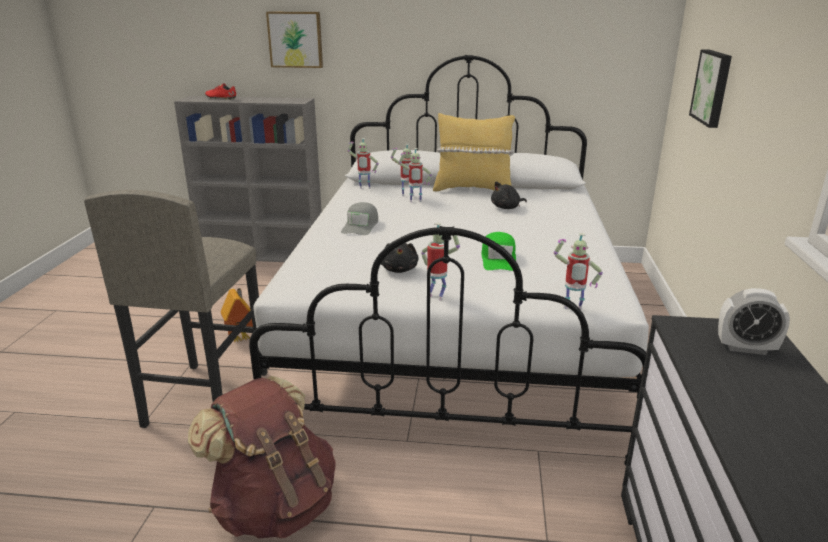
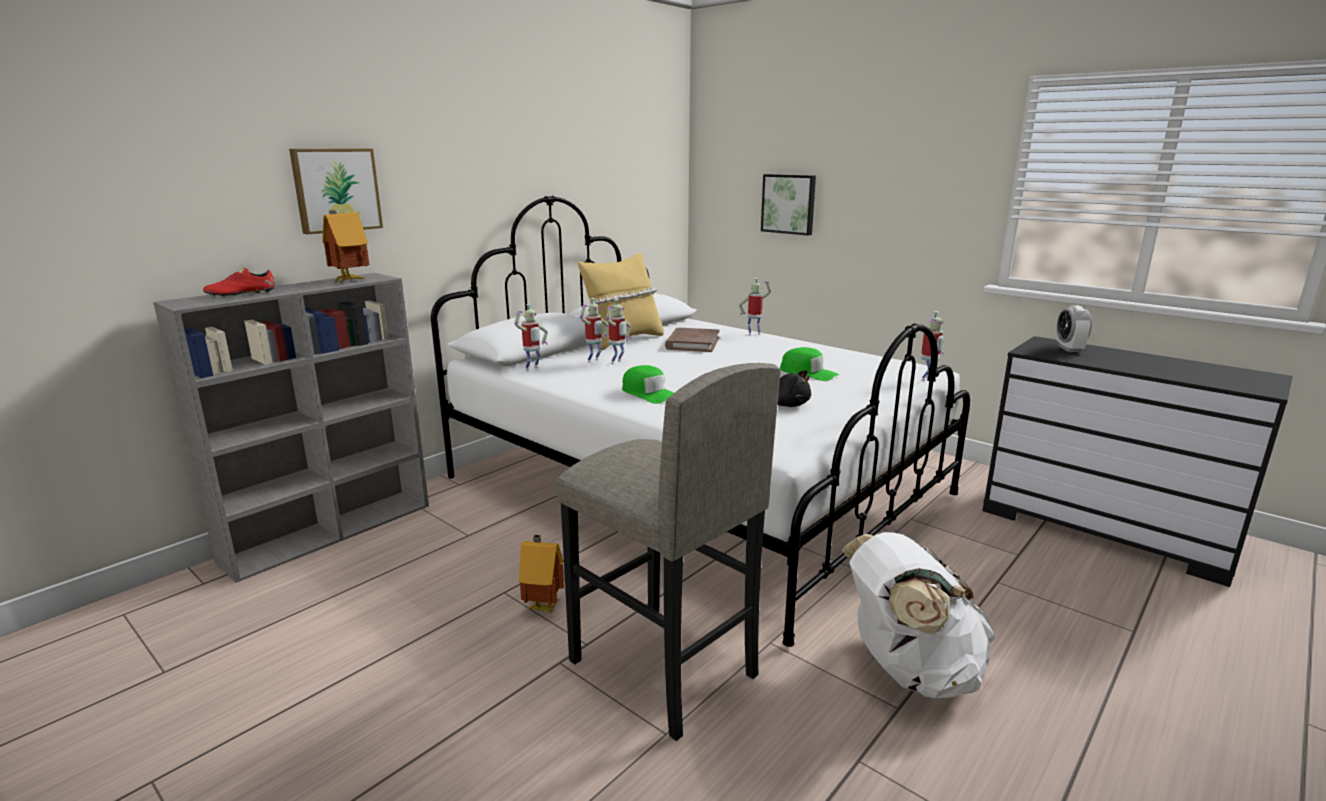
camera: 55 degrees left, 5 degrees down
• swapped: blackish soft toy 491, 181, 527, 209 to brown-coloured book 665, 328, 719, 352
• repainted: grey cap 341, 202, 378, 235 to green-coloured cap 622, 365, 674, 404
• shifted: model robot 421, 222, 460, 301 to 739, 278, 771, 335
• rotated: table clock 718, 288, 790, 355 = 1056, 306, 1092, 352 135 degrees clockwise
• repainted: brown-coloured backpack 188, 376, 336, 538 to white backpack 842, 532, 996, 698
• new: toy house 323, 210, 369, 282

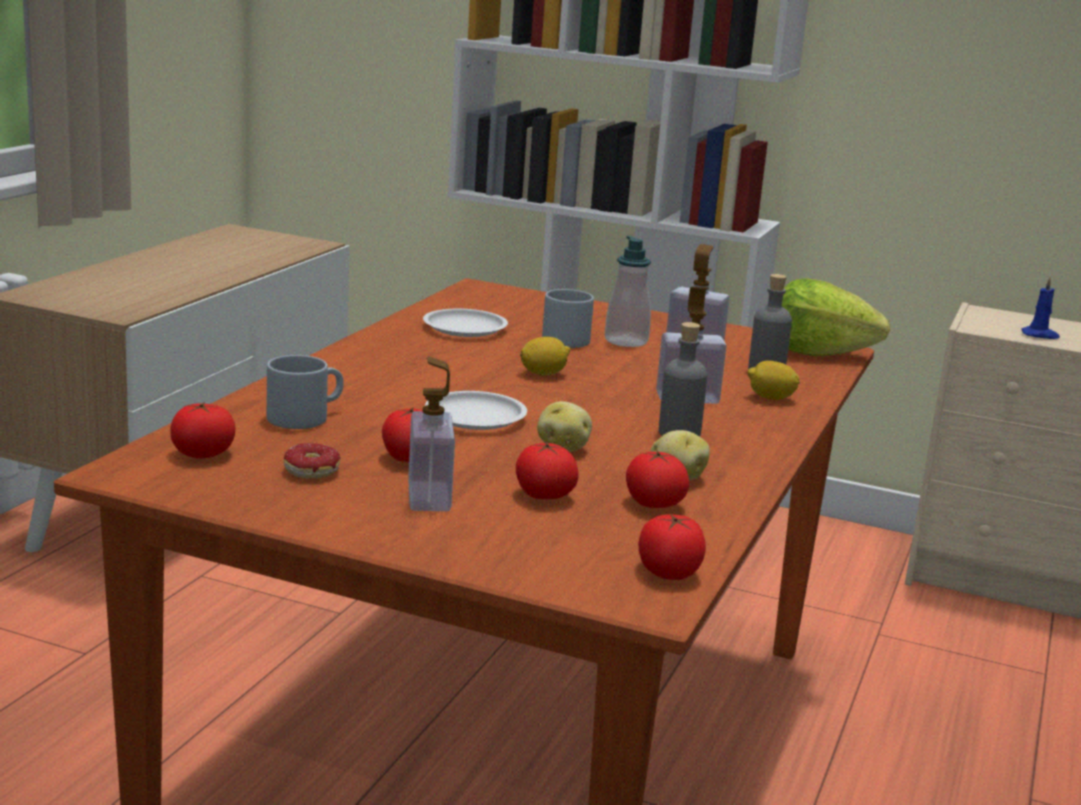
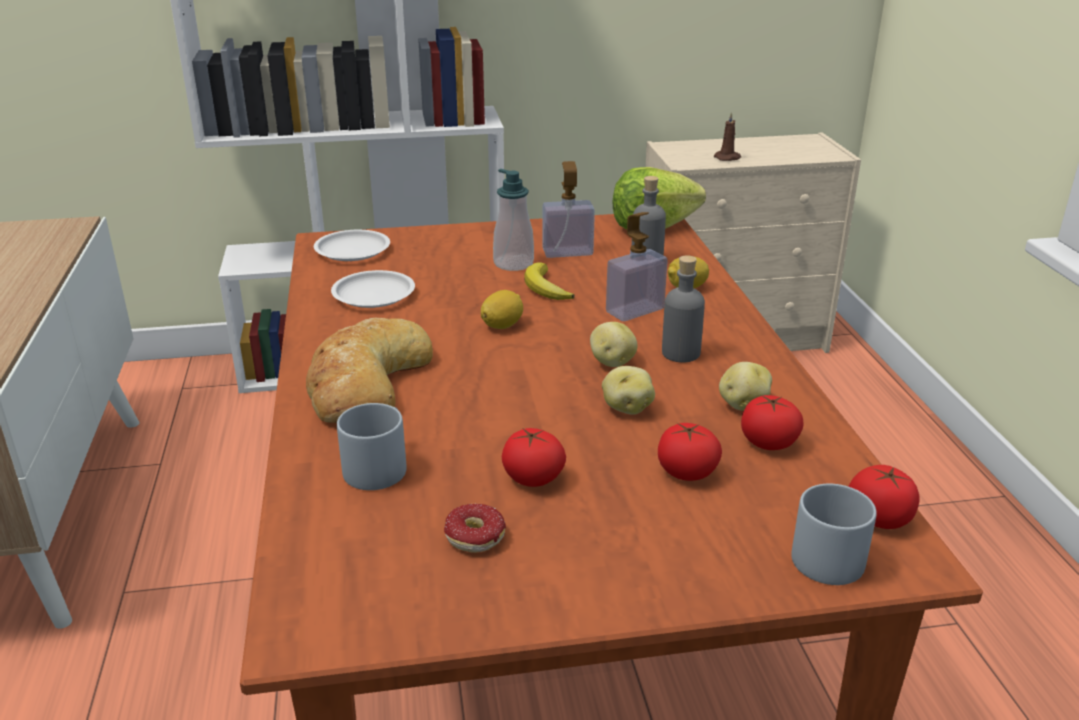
camera: 30 degrees left, 10 degrees up
• repainted: blue-coloured wax candle 1021, 277, 1060, 339 to brown-coloured wax candle 714, 112, 741, 161
• shifted: grey mug 542, 289, 594, 348 to 791, 484, 877, 585
• gone: liquid soap bottle 408, 357, 455, 511
• shifted: white dinner plate 425, 391, 527, 430 to 314, 230, 390, 261
• gone: fresh tomato 170, 402, 235, 458
• new: banana 524, 263, 575, 300
• new: baked bread 306, 318, 433, 423
• new: spud 590, 322, 638, 367

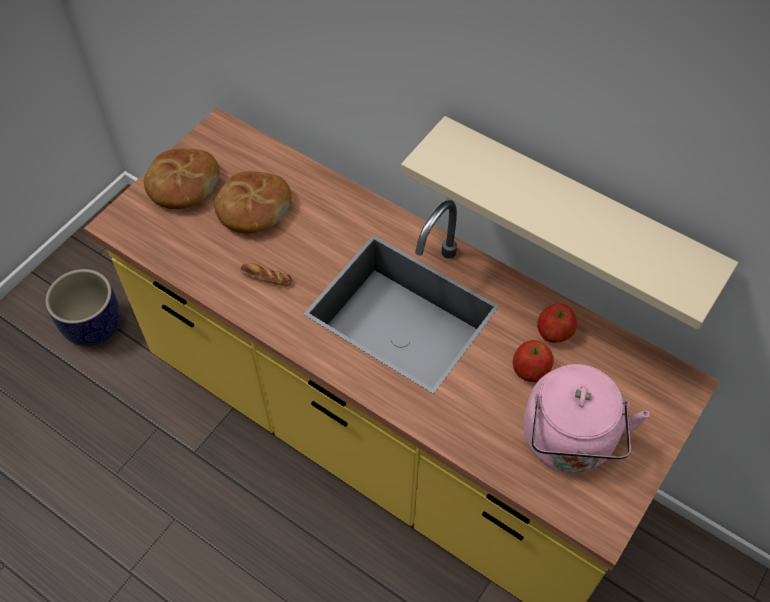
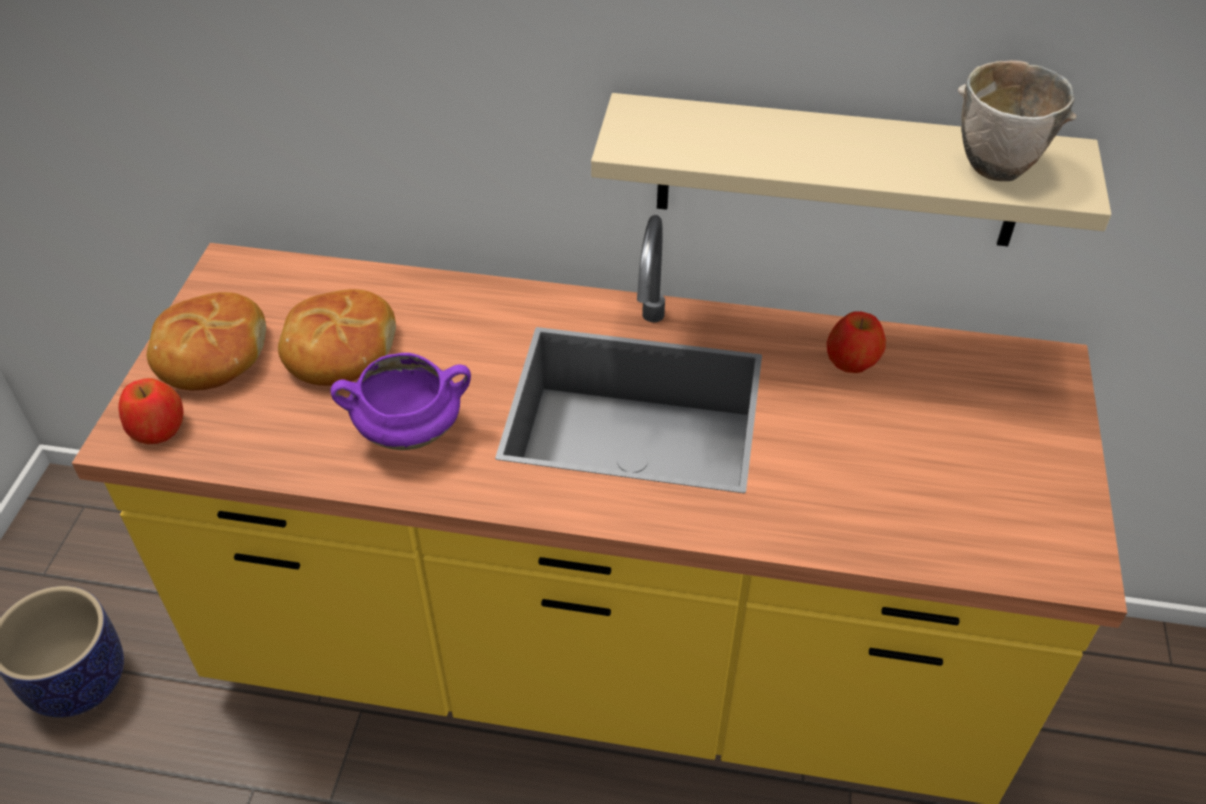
camera: 25 degrees left, 10 degrees down
• swapped: baked bread 240, 263, 293, 286 to purplish saucepot 331, 353, 471, 450
• shifted: apple 513, 340, 554, 382 to 119, 378, 184, 444
• gone: pinkish tea kettle 523, 364, 650, 473
• new: serving bowl 958, 60, 1077, 181

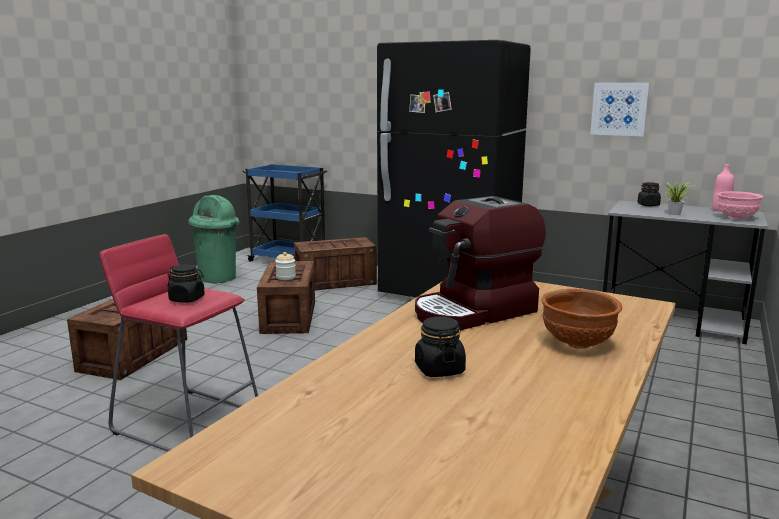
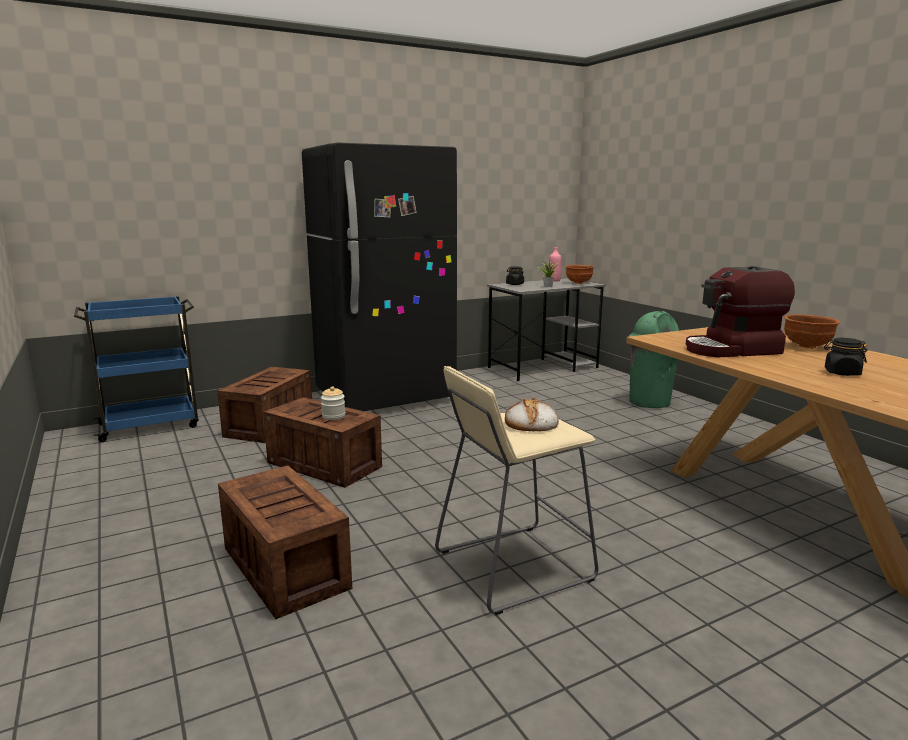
camera: 55 degrees left, 0 degrees up
• gone: picture 590, 83, 650, 136
• repainted: pinkish serving bowl 717, 191, 764, 220 to brown-coloured serving bowl 565, 265, 594, 284
• shifted: green-coloured rubbish bin 188, 195, 240, 283 to 628, 311, 679, 408
• rotated: coffee machine 415, 196, 546, 330 = 686, 266, 795, 357 75 degrees clockwise
• repainted: reddish stool 100, 234, 258, 451 to beige-coloured stool 435, 366, 599, 615
• swapped: blackish storage jar 167, 264, 205, 302 to baked bread 505, 398, 559, 432

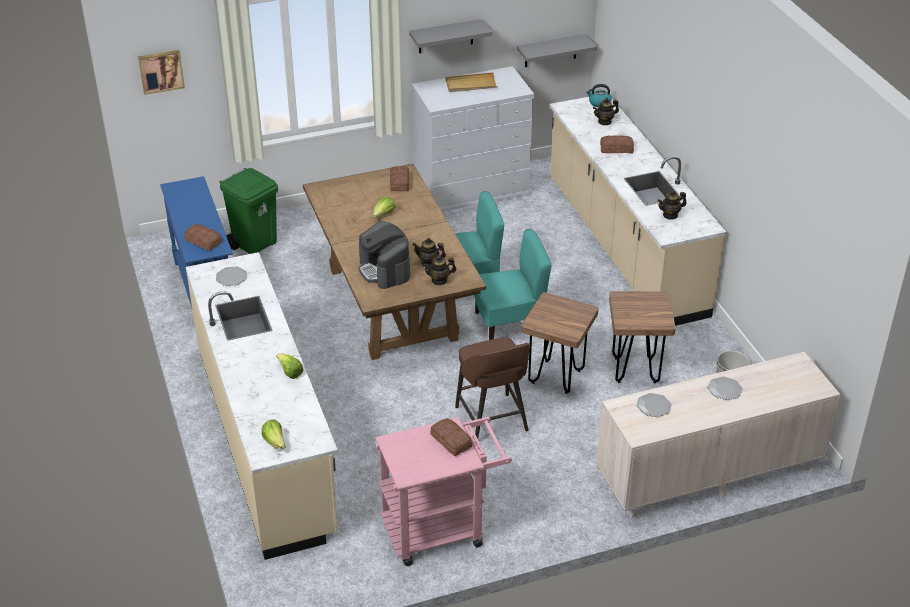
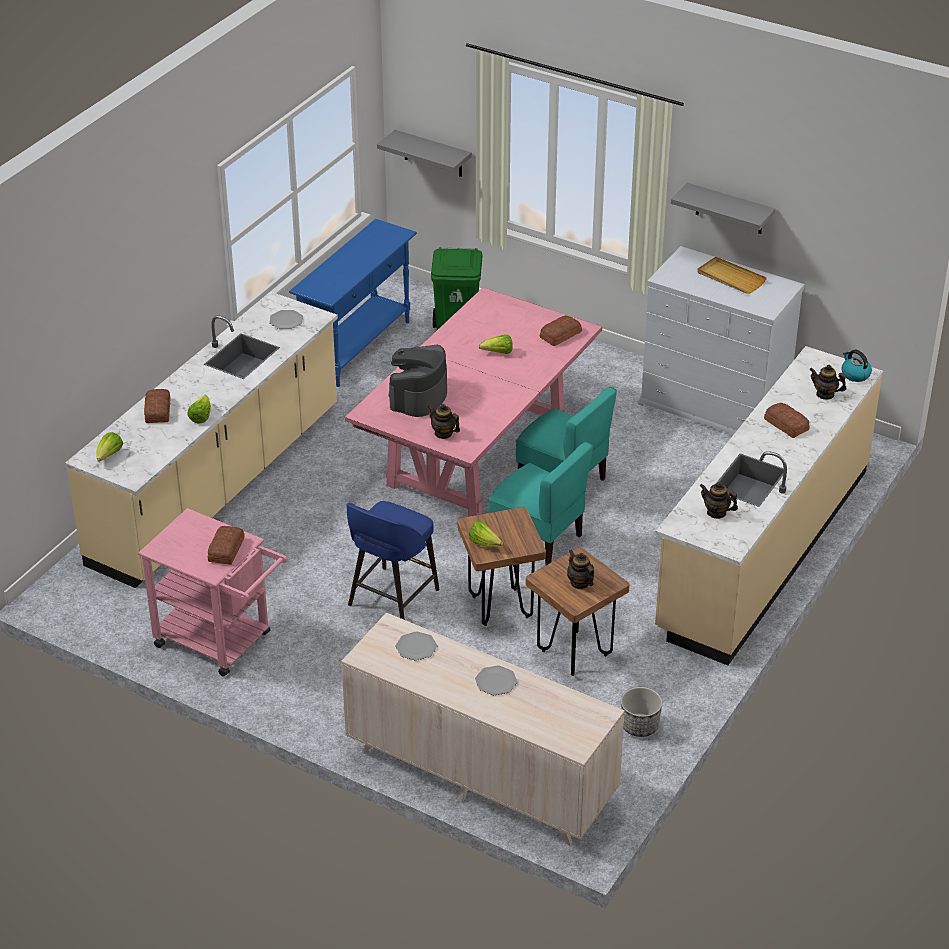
camera: 50 degrees right, 0 degrees up
• shifted: grey bracket shelf 517, 34, 597, 67 to 377, 130, 472, 177
• gone: picture 138, 50, 185, 95
• repainted: brown-coloured dinner table 303, 164, 486, 360 to pinkish dinner table 345, 287, 602, 516
• shifted: baked bread 184, 224, 222, 251 to 144, 389, 170, 423
• shifted: tea pot 412, 238, 446, 267 to 567, 550, 594, 589
• repainted: brown-coloured stool 455, 338, 529, 439 to blue-coloured stool 347, 501, 439, 620
• new: lettuce head 469, 520, 503, 547

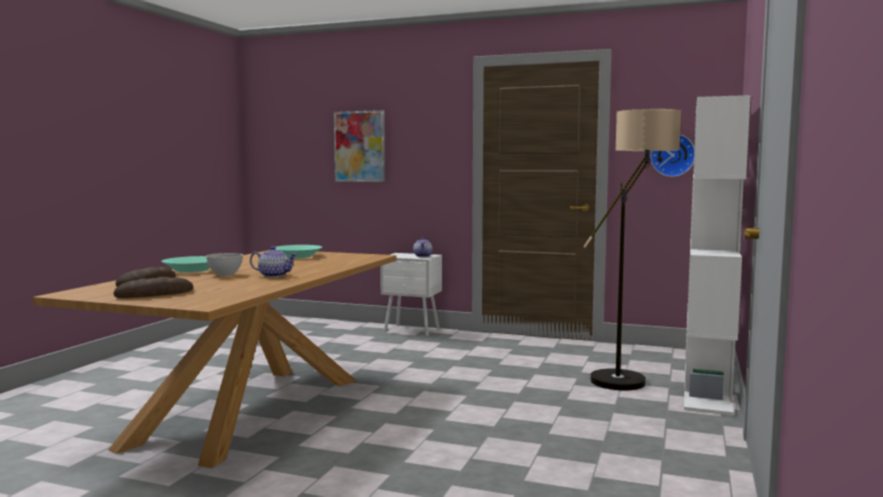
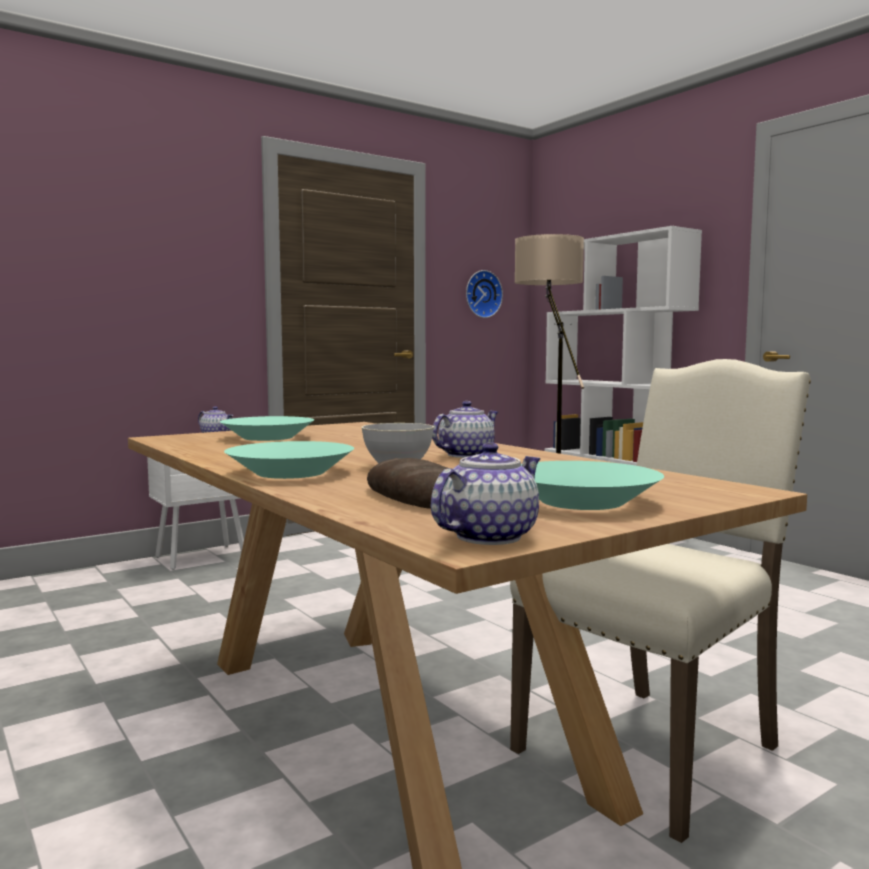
camera: 55 degrees left, 0 degrees up
• gone: picture 334, 110, 385, 182
• swapped: baked bread 113, 277, 193, 298 to blue-green serving bowl 521, 461, 664, 510
• new: beige-coloured upright chair 510, 359, 811, 843
• new: tea pot 430, 442, 541, 545

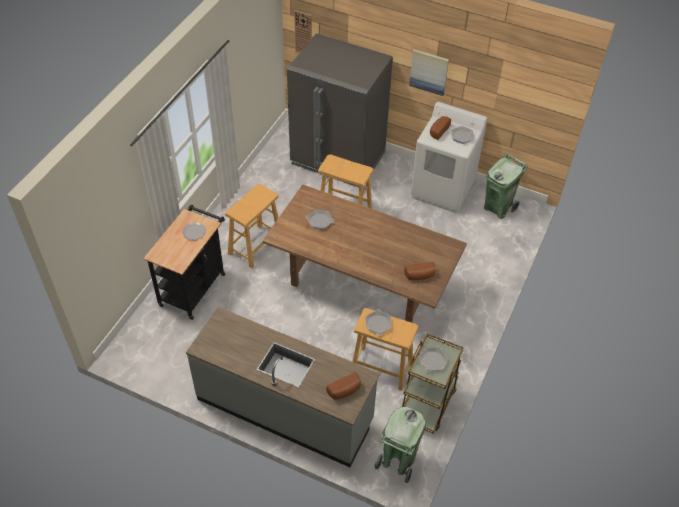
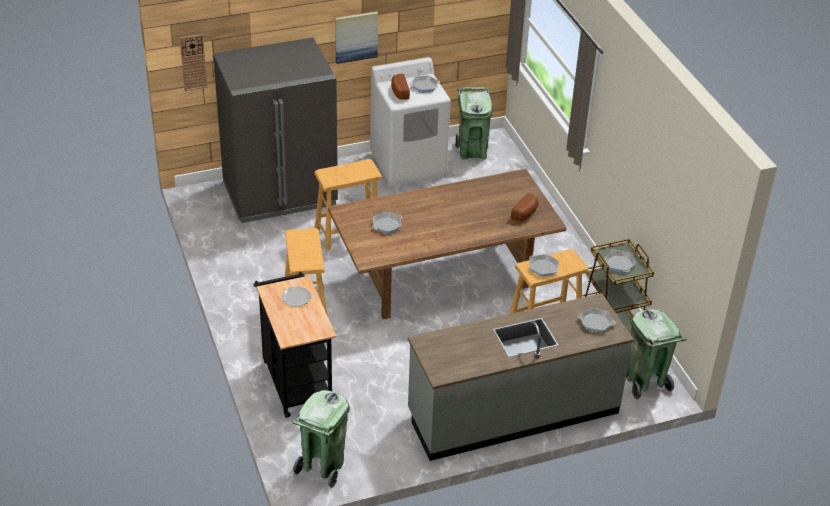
camera: 45 degrees left, 10 degrees down
• swapped: baked bread 326, 372, 361, 400 to skillet 578, 308, 616, 333
• new: green-coloured rubbish bin 292, 390, 350, 488

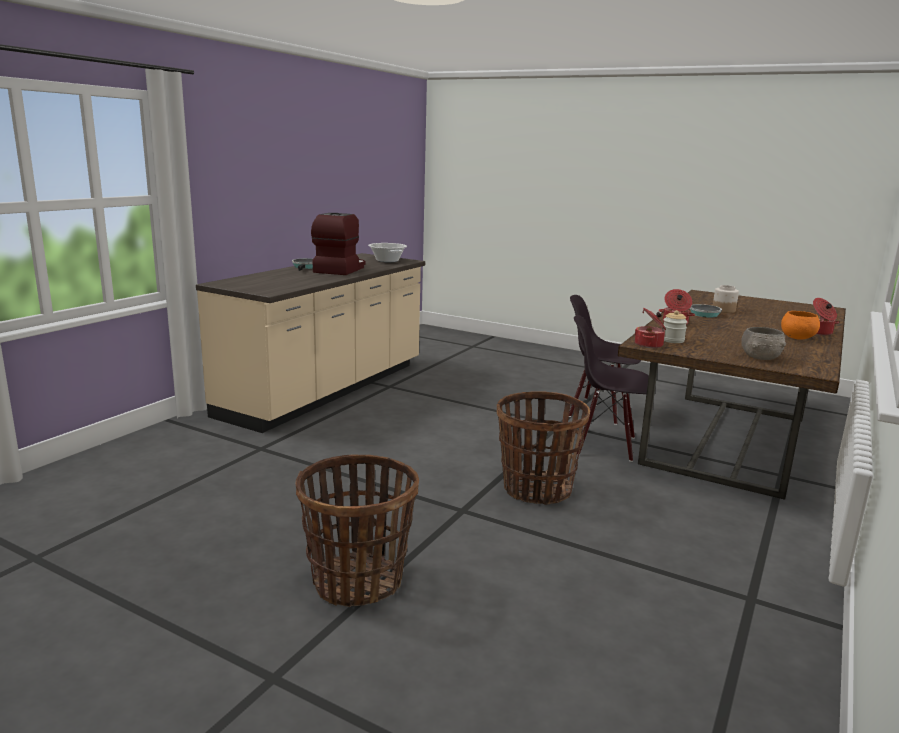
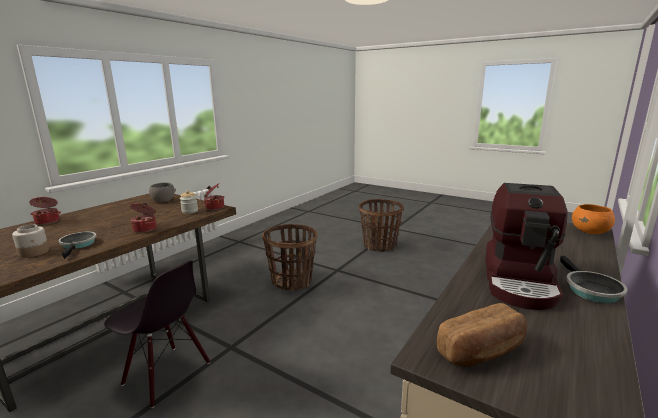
camera: 175 degrees left, 0 degrees up
• swapped: saucepot 368, 243, 407, 262 to baked bread 437, 303, 527, 367
• shifted: orange serving bowl 781, 311, 820, 340 to 572, 204, 615, 234
• gone: blackish upright chair 574, 315, 649, 462

